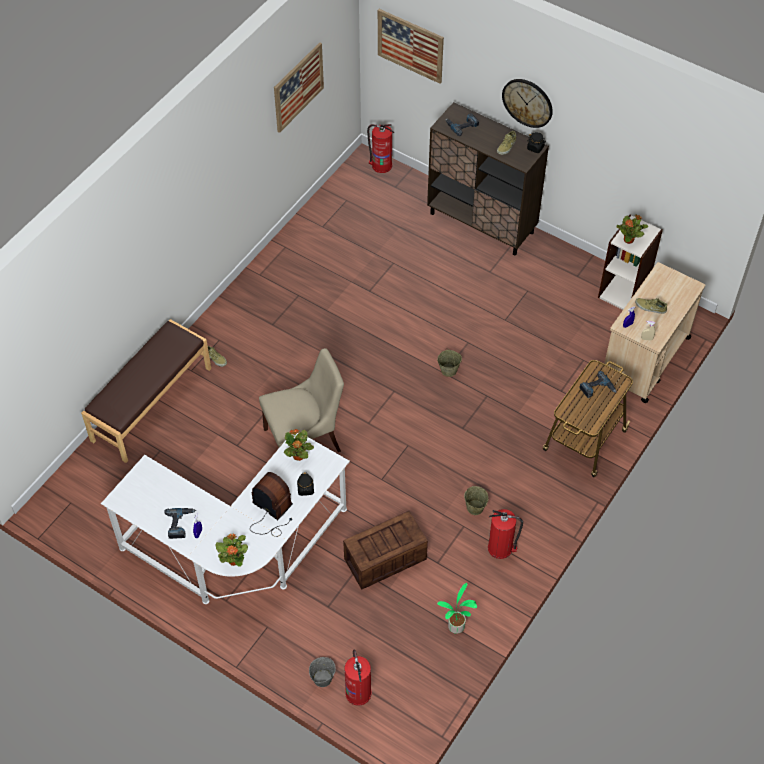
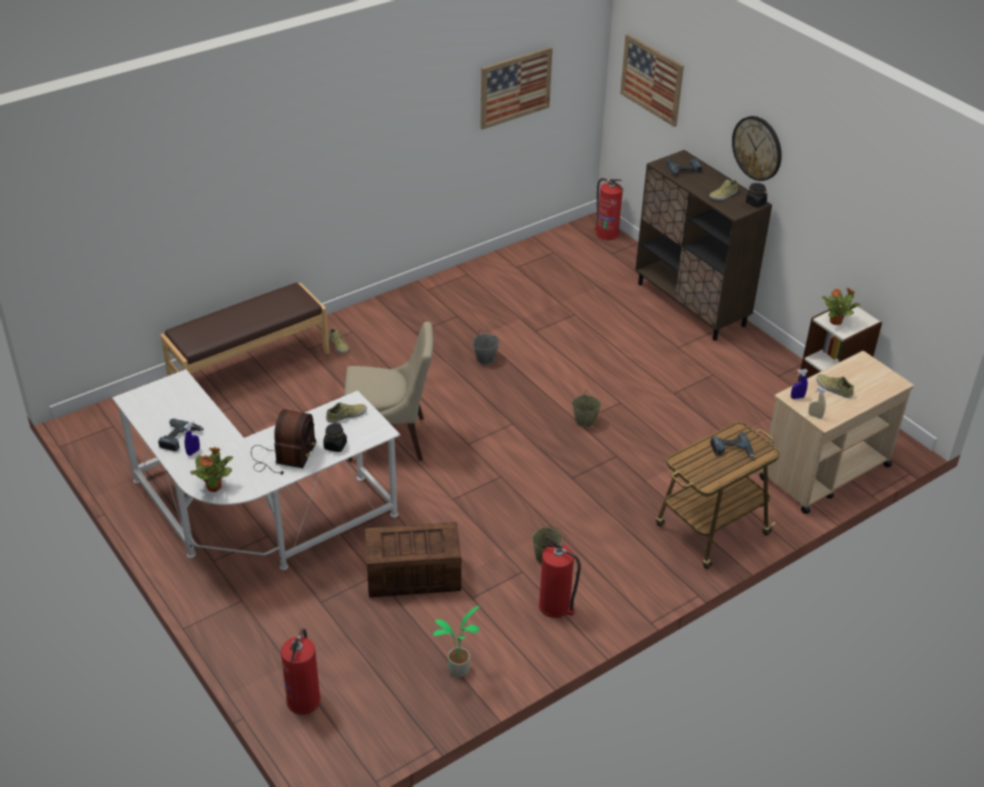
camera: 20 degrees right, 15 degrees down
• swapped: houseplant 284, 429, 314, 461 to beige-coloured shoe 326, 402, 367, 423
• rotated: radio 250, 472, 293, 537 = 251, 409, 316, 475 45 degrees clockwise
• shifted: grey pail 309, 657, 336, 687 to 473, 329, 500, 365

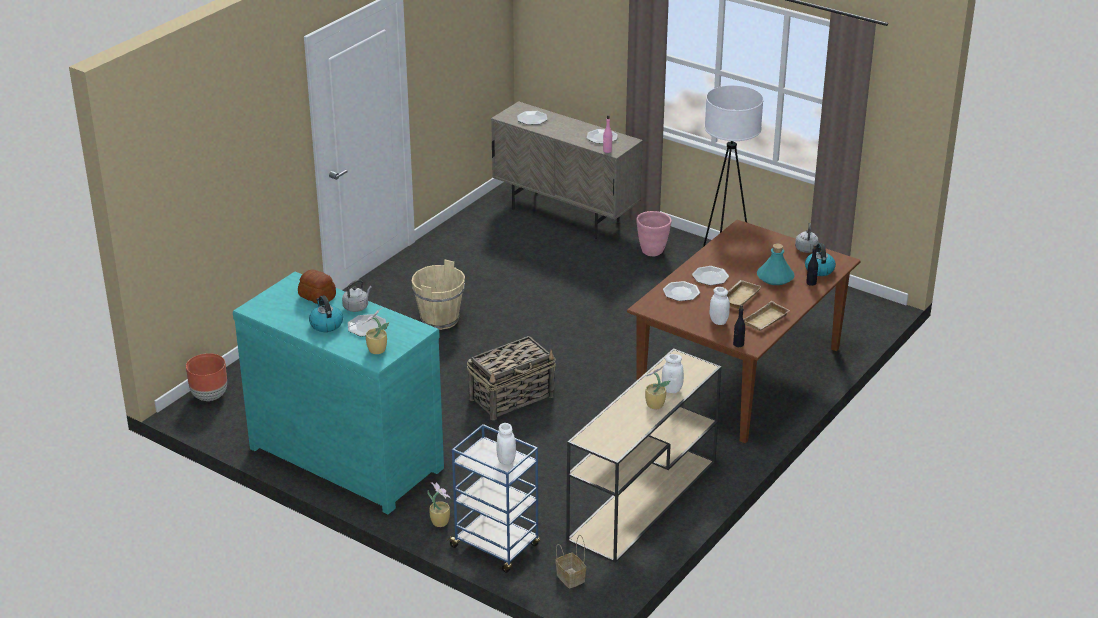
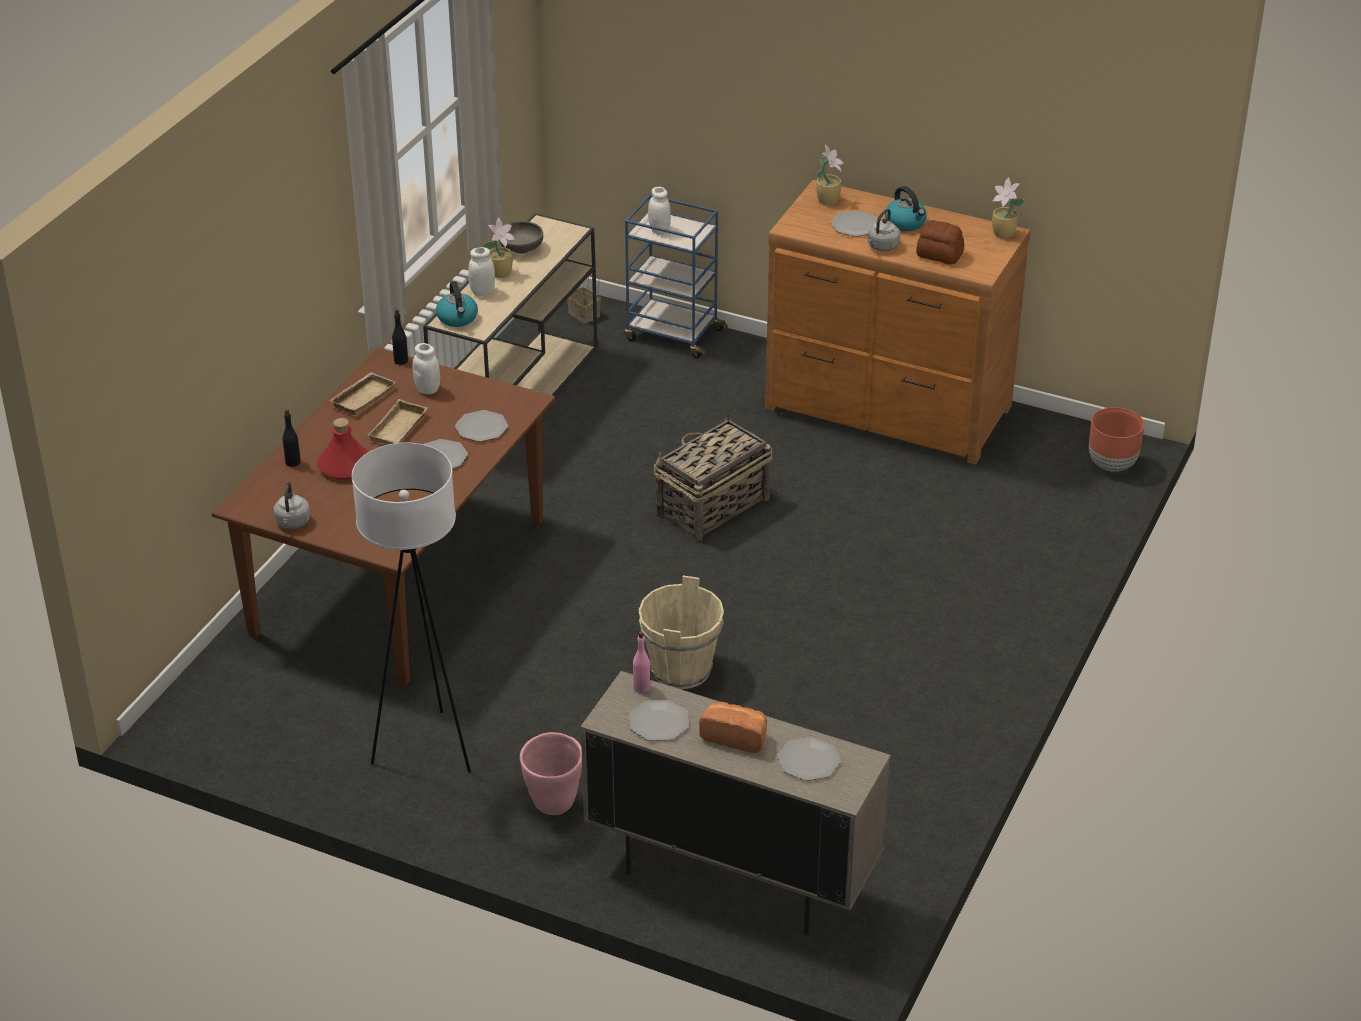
camera: 170 degrees right, 5 degrees up
• shifted: tea kettle 805, 243, 836, 276 to 436, 281, 478, 327
• repainted: blue-green beverage bottle 757, 244, 794, 285 to reddish beverage bottle 317, 418, 369, 479
• shifted: beige-coloured pail 412, 260, 465, 330 to 639, 576, 724, 689
• repainted: blue-green dresser 233, 272, 444, 514 to brown-coloured dresser 765, 180, 1031, 465
• shifted: houseplant 428, 482, 451, 527 to 992, 177, 1024, 238
• new: grey serving bowl 499, 221, 543, 253
• new: baked bread 699, 701, 767, 753

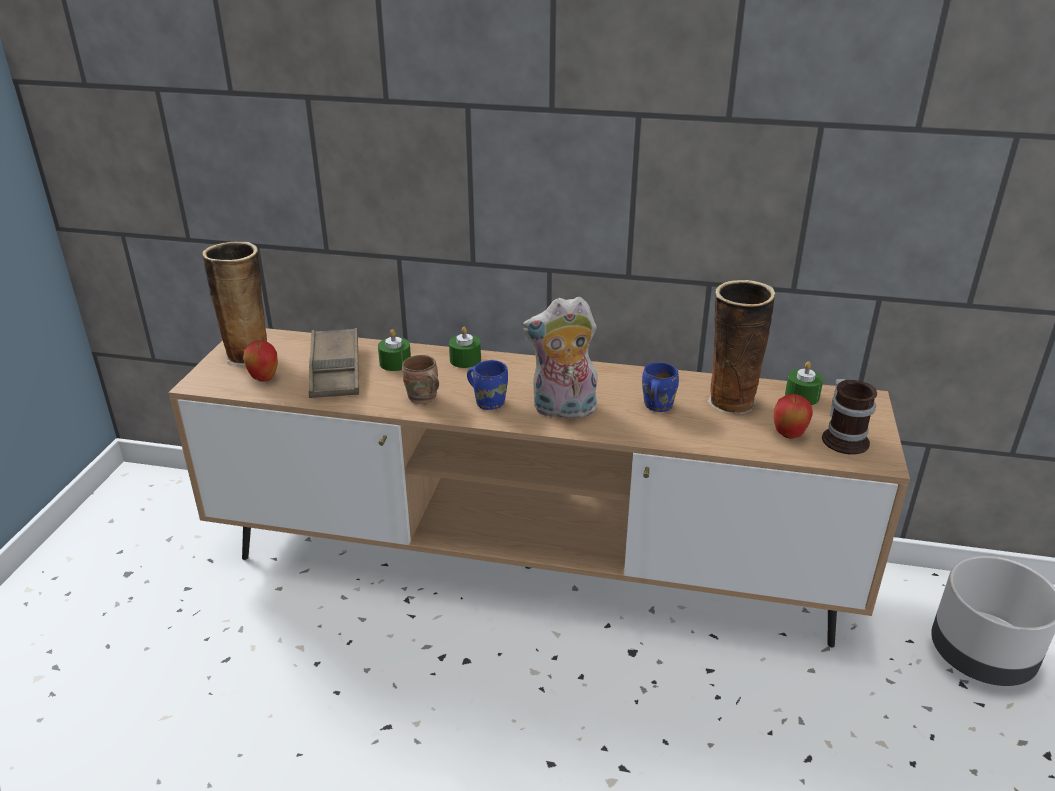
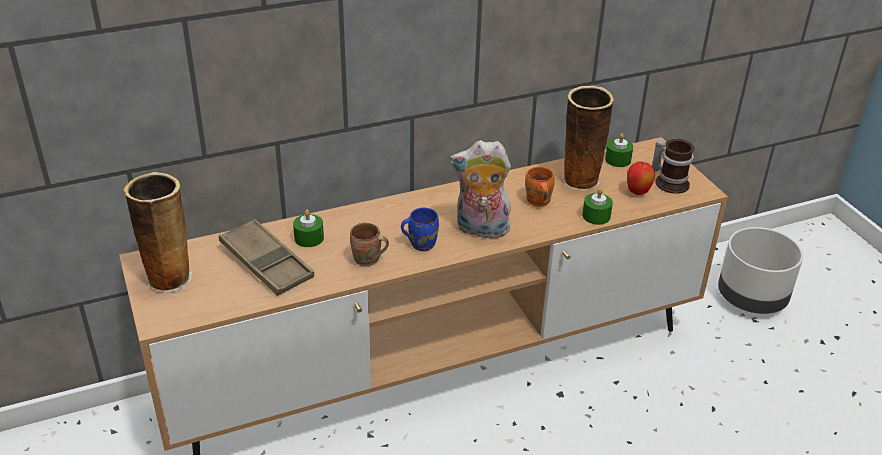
camera: 35 degrees left, 5 degrees up
• rotated: soft toy 522, 296, 598, 422 = 450, 140, 511, 238 45 degrees clockwise
• shifted: green-coloured wax candle 449, 326, 481, 368 to 582, 188, 613, 225
• gone: apple 243, 341, 278, 382
• repainted: blue-coloured mug 642, 362, 679, 412 to orange mug 525, 167, 555, 207

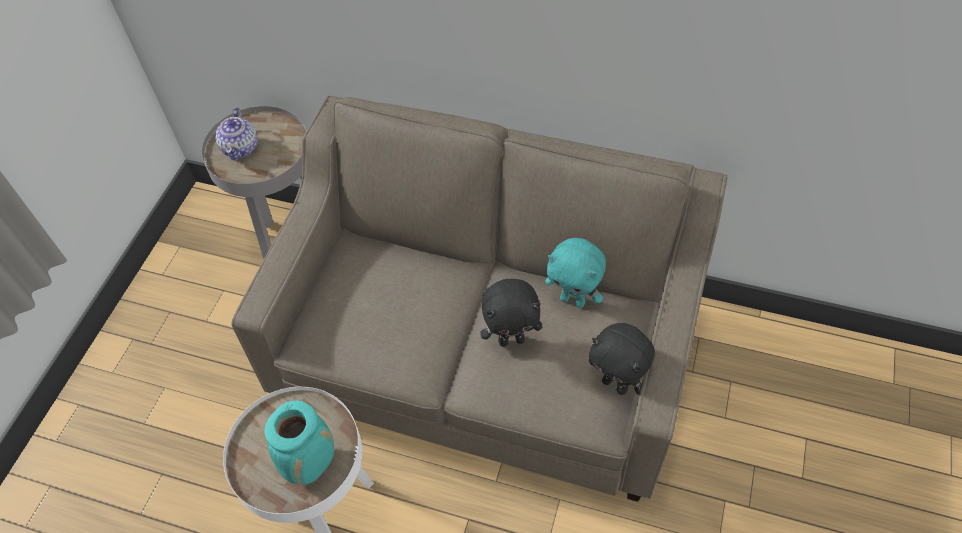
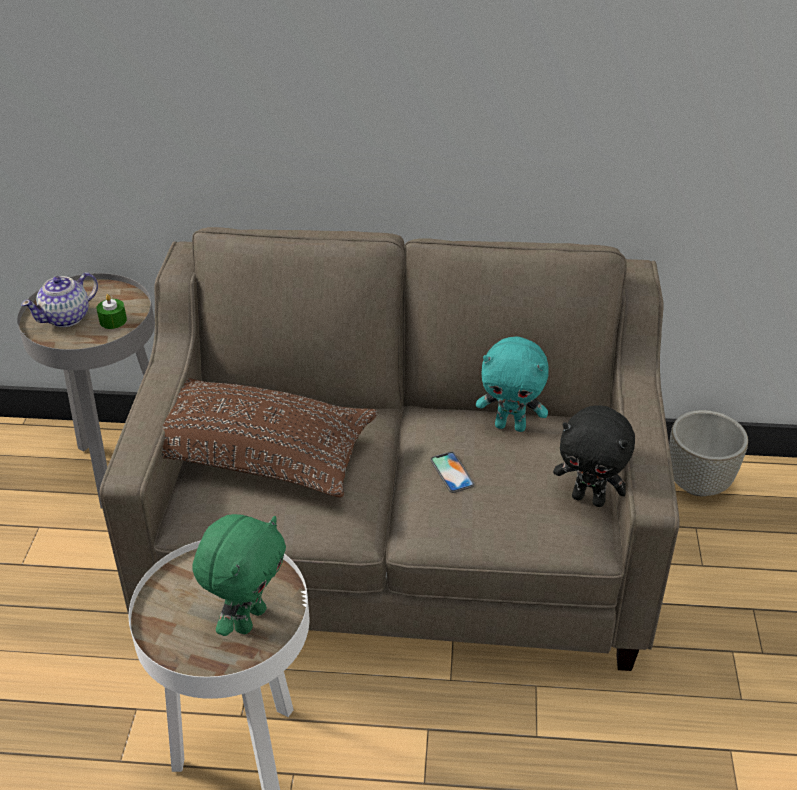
camera: 15 degrees left, 15 degrees down
• rotated: tea pot 215, 107, 258, 161 = 21, 272, 98, 327 60 degrees clockwise
• swapped: blackish soft toy 480, 279, 542, 347 to telephone 431, 452, 474, 493
• swapped: blue-green decorative vase 264, 401, 334, 485 to green-coloured soft toy 192, 514, 286, 636
• new: green-coloured wax candle 96, 294, 127, 329
• new: brown-coloured throw pillow 162, 378, 378, 497
• new: grey planter 669, 410, 748, 496

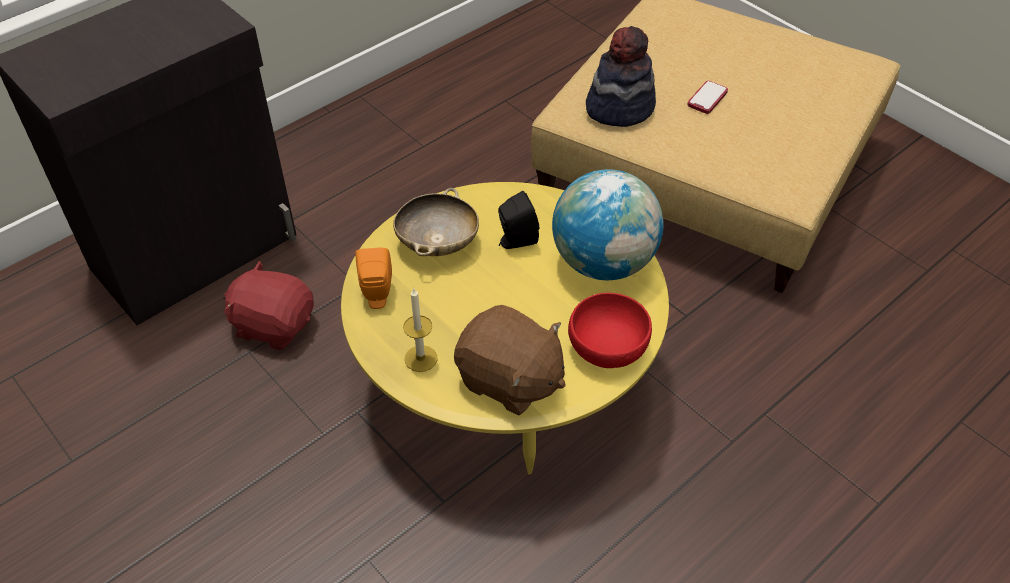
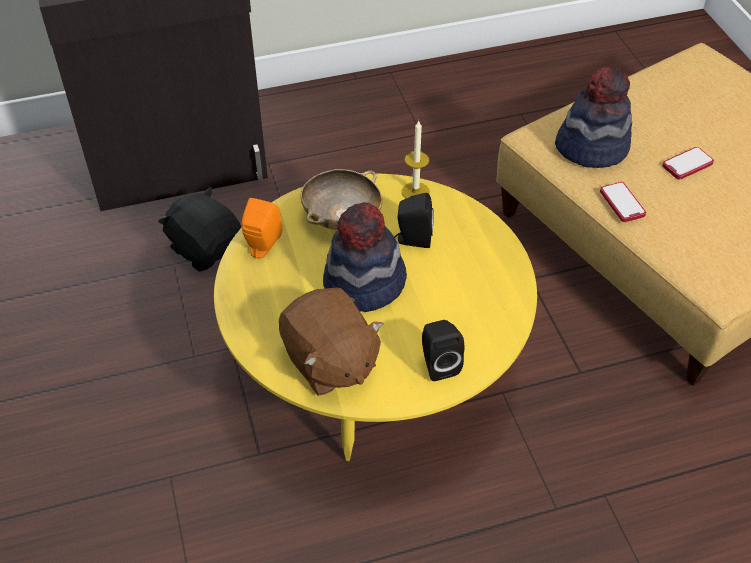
camera: 25 degrees right, 0 degrees up
• gone: world globe 552, 169, 664, 280
• repainted: reddish soft toy 223, 260, 314, 350 to blackish soft toy 158, 187, 241, 272
• shifted: wax candle 403, 287, 438, 372 to 402, 121, 430, 199
• swapped: reddish serving bowl 568, 293, 652, 368 to blackish speaker 422, 320, 464, 381
• new: telephone 600, 182, 646, 222
• new: hat 323, 202, 407, 312

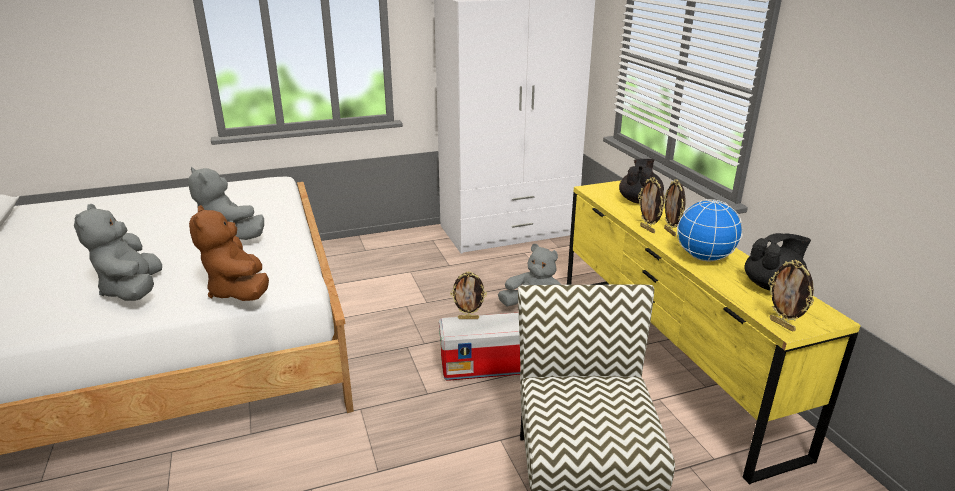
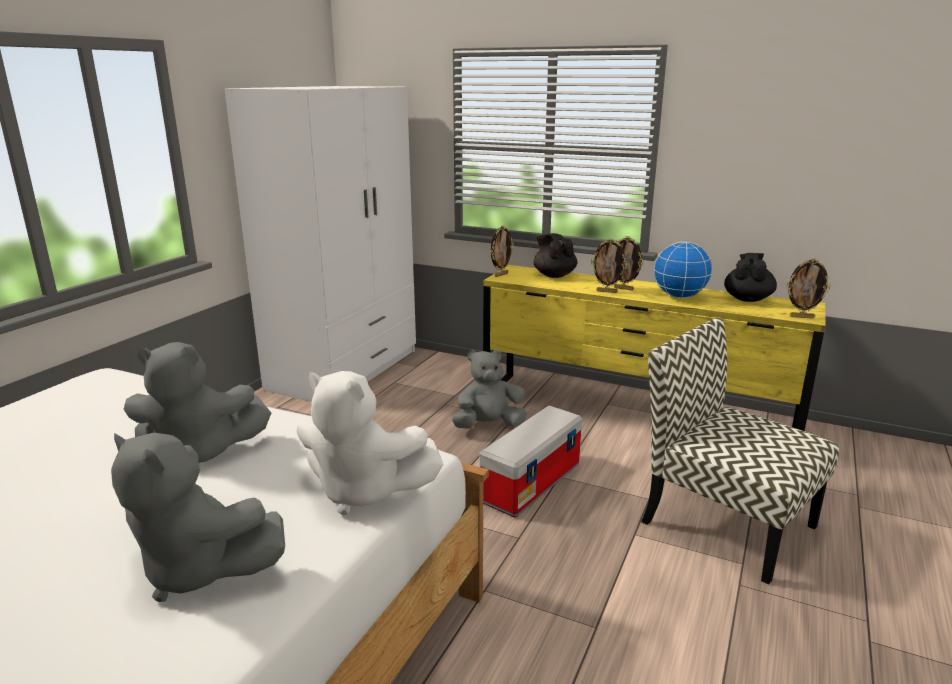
camera: 45 degrees left, 5 degrees down
• repainted: brown-coloured soft toy 189, 205, 269, 301 to white soft toy 297, 371, 443, 515
• shifted: standing frame 450, 271, 487, 319 to 490, 225, 514, 277

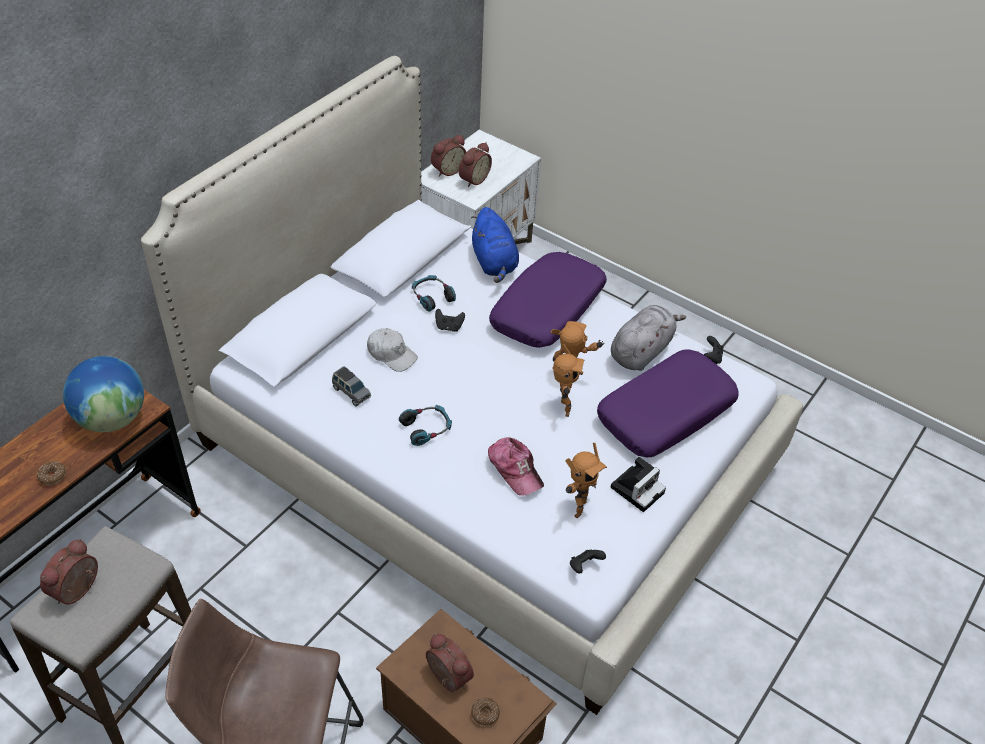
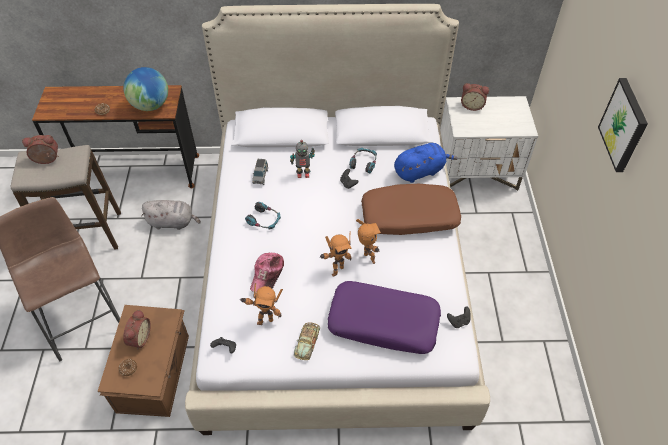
camera: 55 degrees right, 5 degrees up
• gone: table clock 459, 142, 492, 187
• rotated: blue-coloured soft toy 471, 207, 519, 283 = 394, 143, 458, 183 150 degrees counterclockwise
• repainted: purplish throw pillow 489, 252, 607, 348 to brown-coloured throw pillow 361, 184, 461, 235
• shifted: grey soft toy 611, 305, 686, 371 to 141, 200, 201, 230
• swapped: white cap 367, 328, 418, 372 to model robot 290, 140, 315, 178
• swapped: still camera 610, 457, 666, 512 to model car 294, 322, 320, 360
• new: picture 598, 78, 648, 172

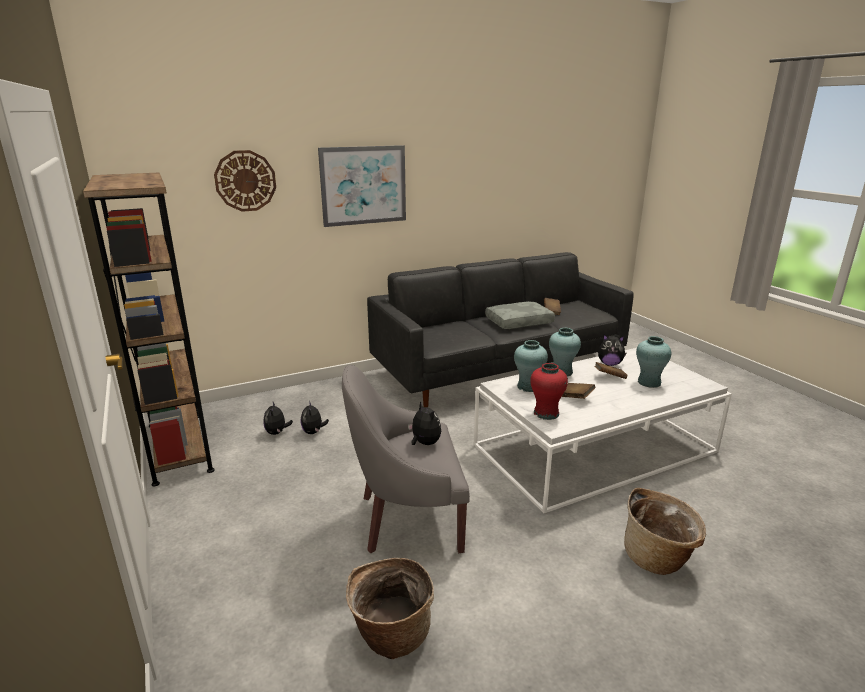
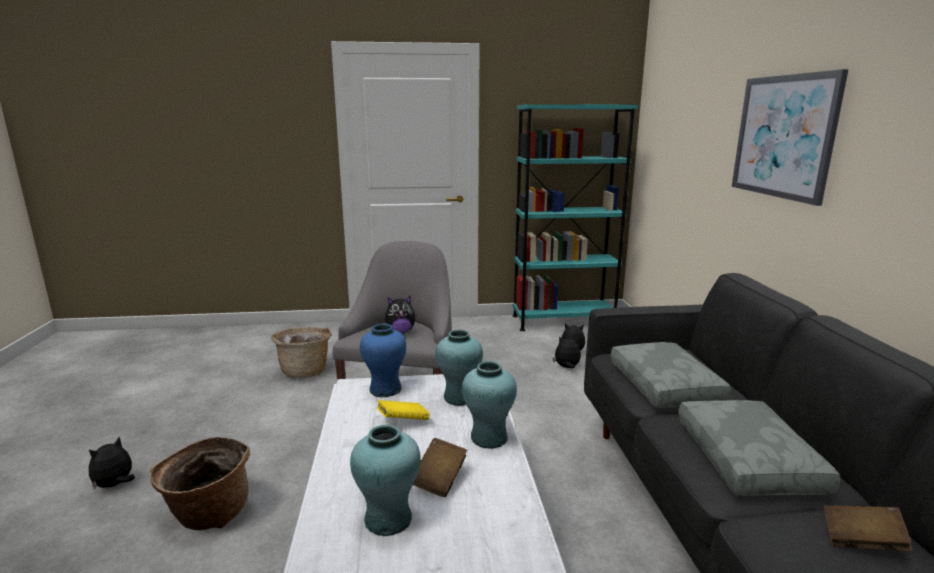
camera: 110 degrees right, 5 degrees down
• gone: clock on the wall 214, 150, 276, 212
• repainted: brown-coloured bookcase 83, 173, 215, 486 to blue-green bookcase 513, 104, 638, 331
• shifted: soft toy 598, 335, 626, 366 to 89, 437, 135, 490
• repainted: reddish decorative vase 530, 363, 568, 420 to blue-coloured decorative vase 360, 323, 406, 398
• repainted: brown-coloured book 562, 383, 595, 399 to yellow-coloured book 377, 400, 430, 420
• new: grey throw pillow 611, 342, 731, 408

